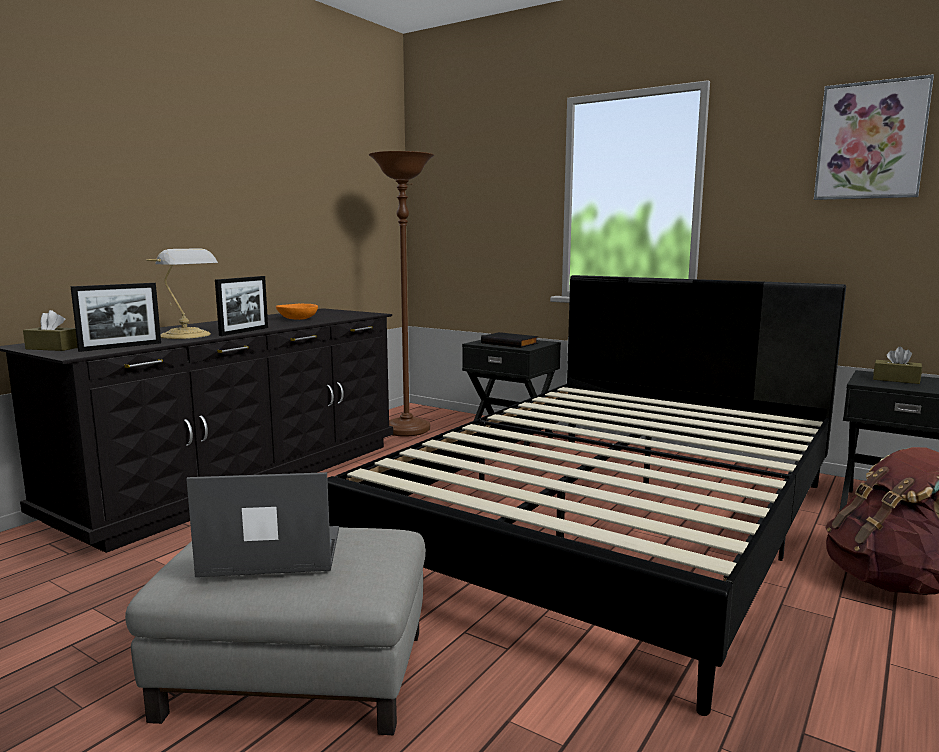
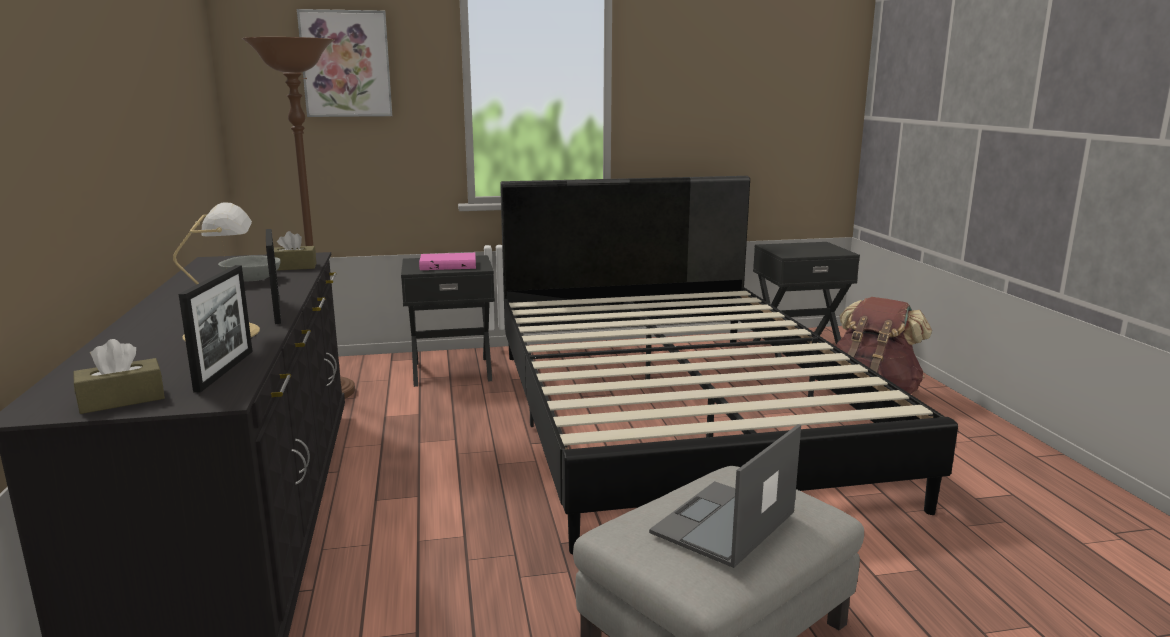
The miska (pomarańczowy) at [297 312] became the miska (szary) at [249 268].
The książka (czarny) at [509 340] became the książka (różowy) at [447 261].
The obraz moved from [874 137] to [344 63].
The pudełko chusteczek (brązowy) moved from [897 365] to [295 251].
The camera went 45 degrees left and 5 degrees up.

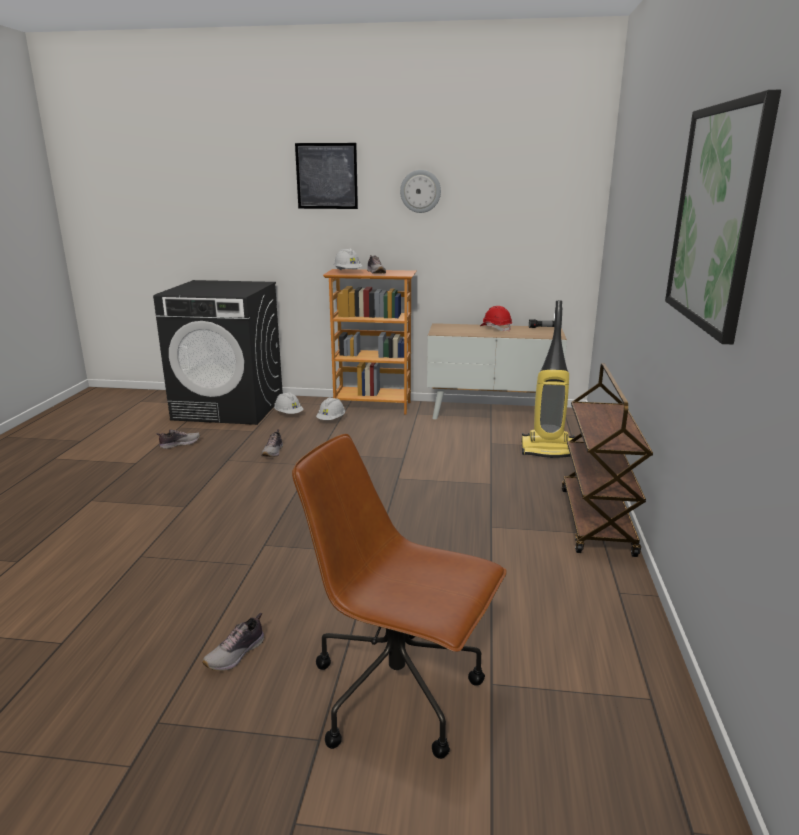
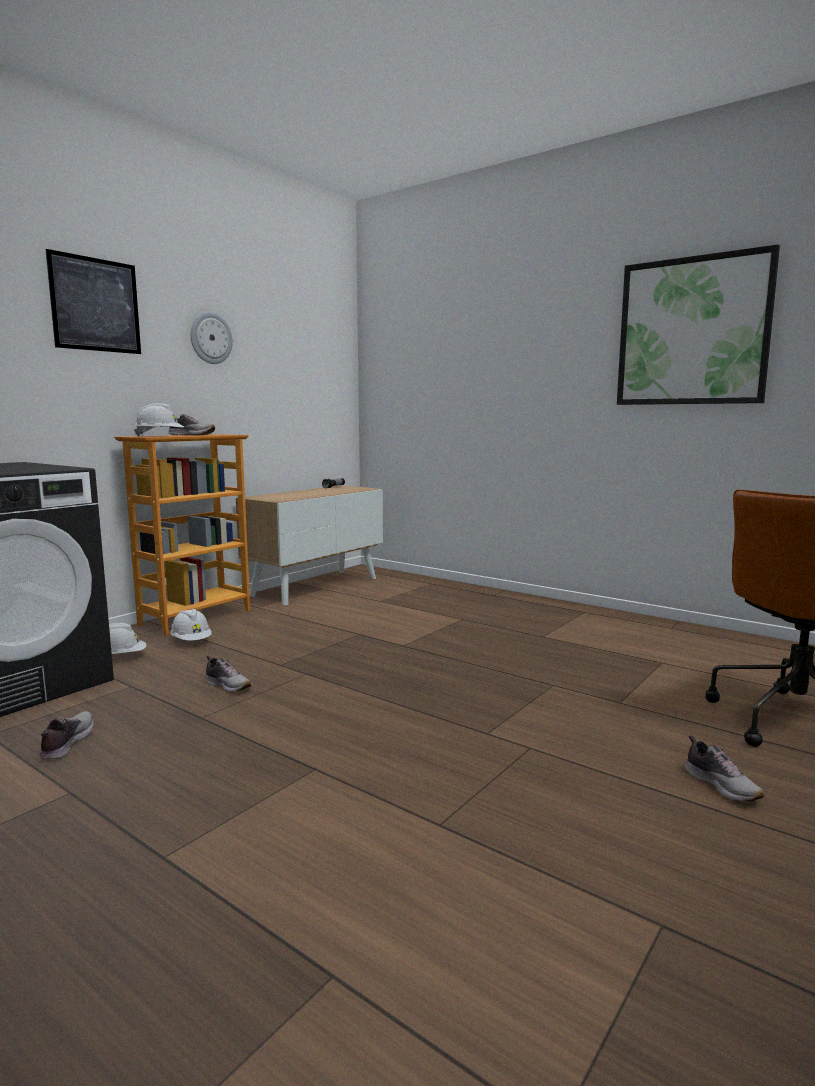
The kask (czerwony) at [496 319] disappeared.
The odkurzacz at [548 379] disappeared.
The wózek (brązowy) at [607 460] disappeared.
The camera went 60 degrees left and 10 degrees down.

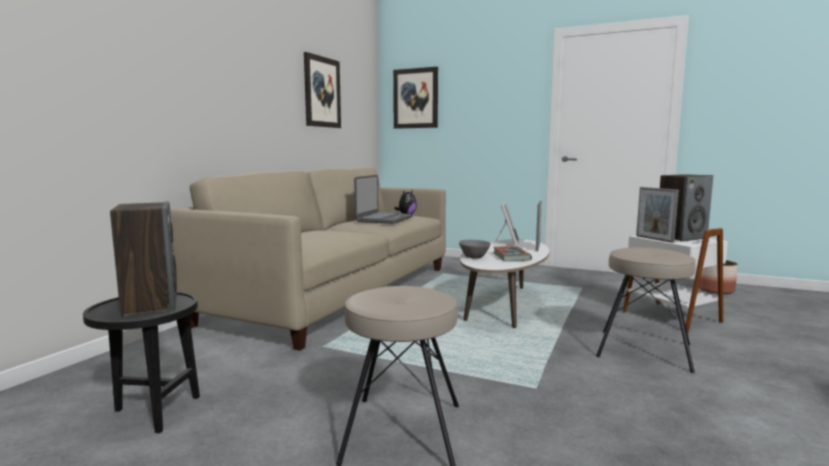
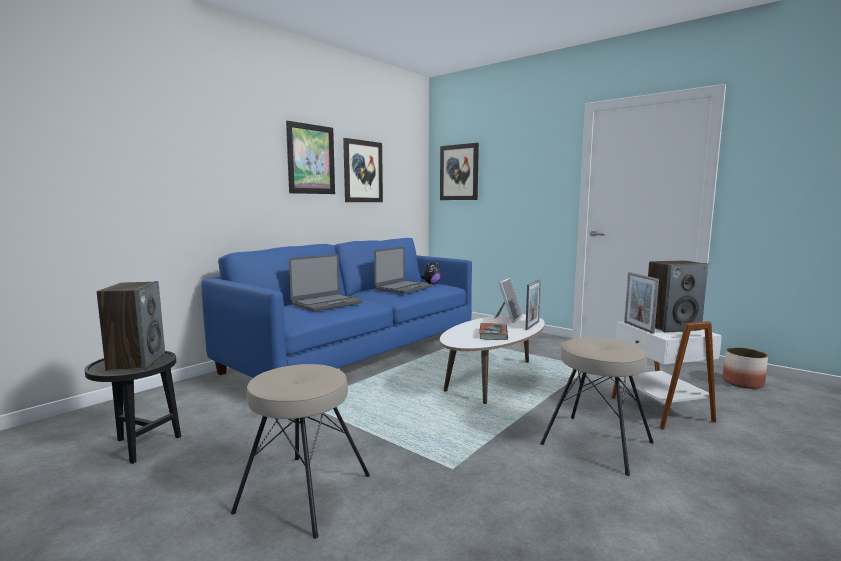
The kanapa (beżowy) at [308 259] became the kanapa (niebieski) at [337 308].
The miska (szary) at [475 249] disappeared.
The obraz at [310 157] appeared.
The laptop at [325 282] appeared.
The camera went 15 degrees right and 0 degrees up.

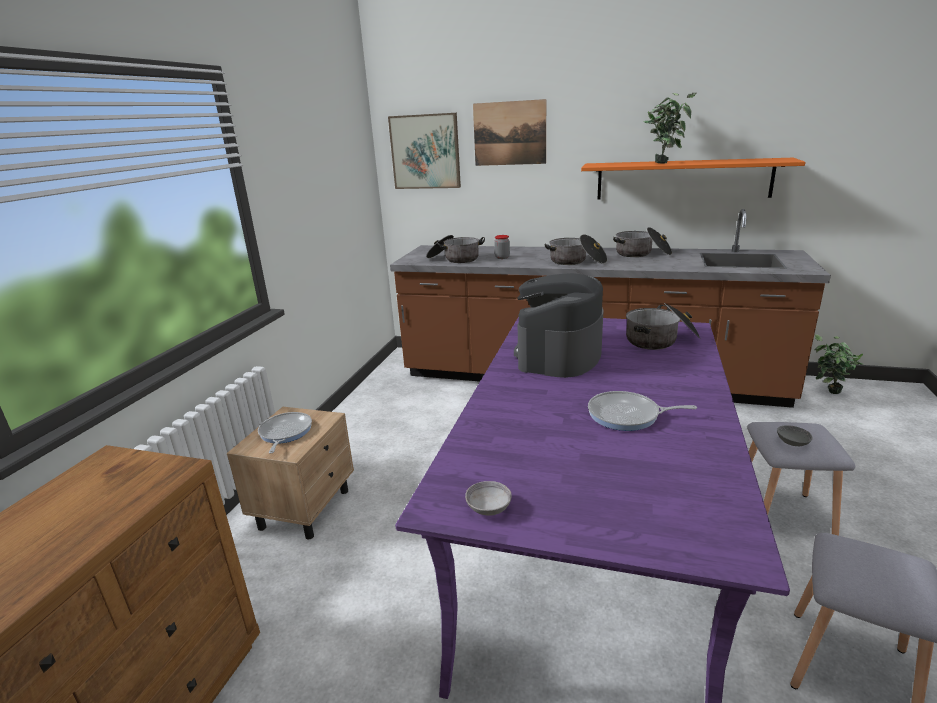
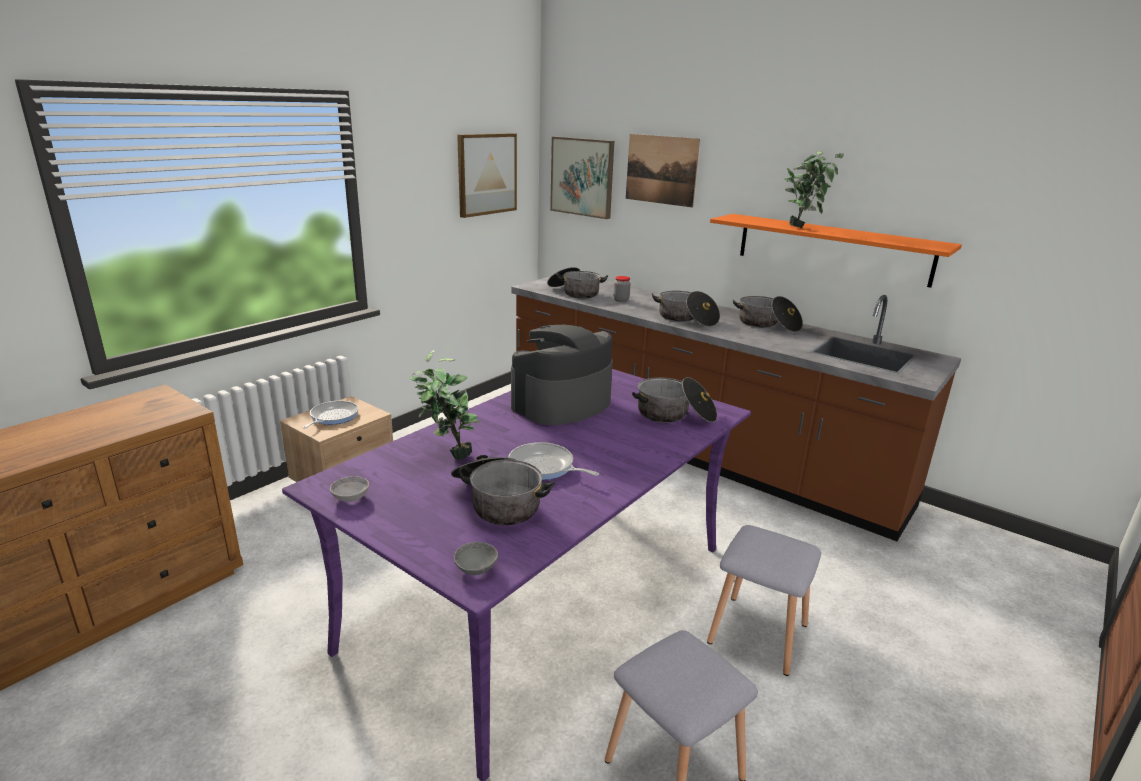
The miska (szary) moved from [795 435] to [476 558].
The roślina doniczkowa moved from [839 364] to [444 405].
The garnek at [503 490] appeared.
The obraz at [487 175] appeared.
The camera went 20 degrees right and 0 degrees up.

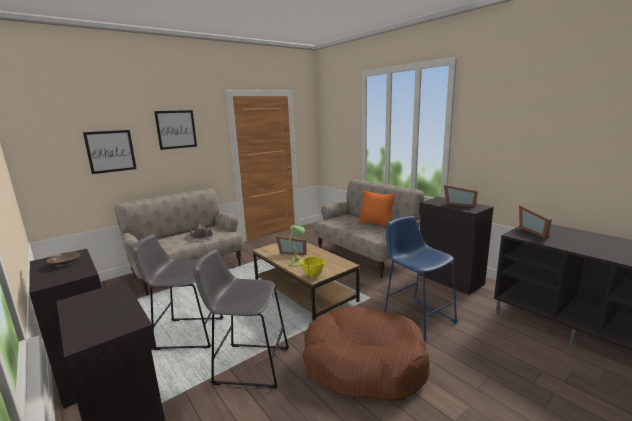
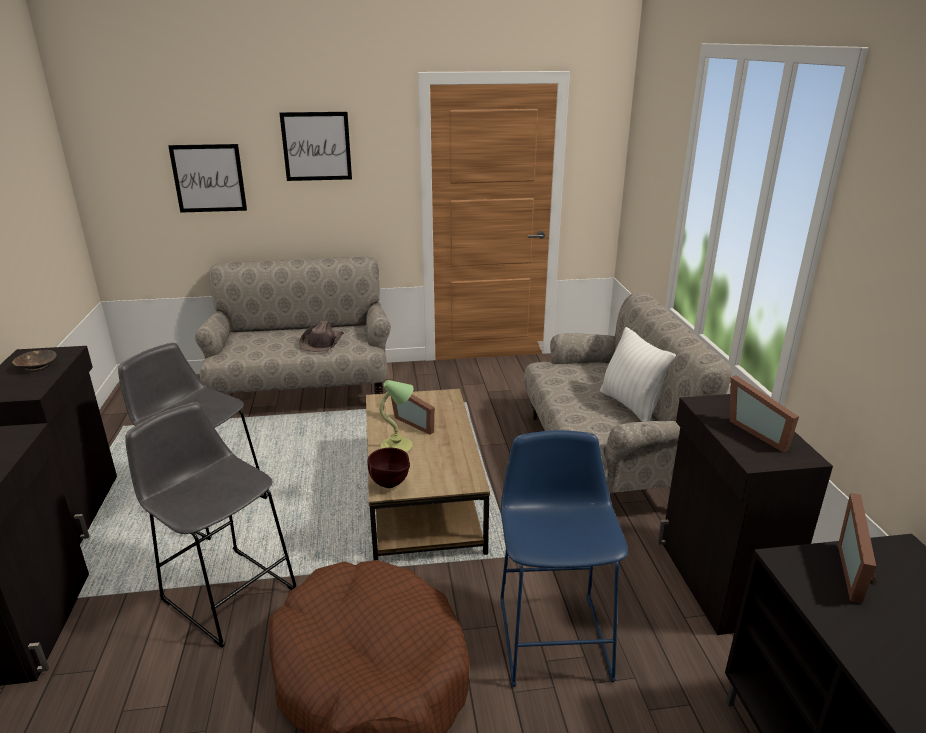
The miska (żółty) at [314 267] became the miska (brązowy) at [388 468].
The poduszka (pomarańczowy) at [376 209] became the poduszka (biały) at [638 374].
The camera went 30 degrees right and 10 degrees up.

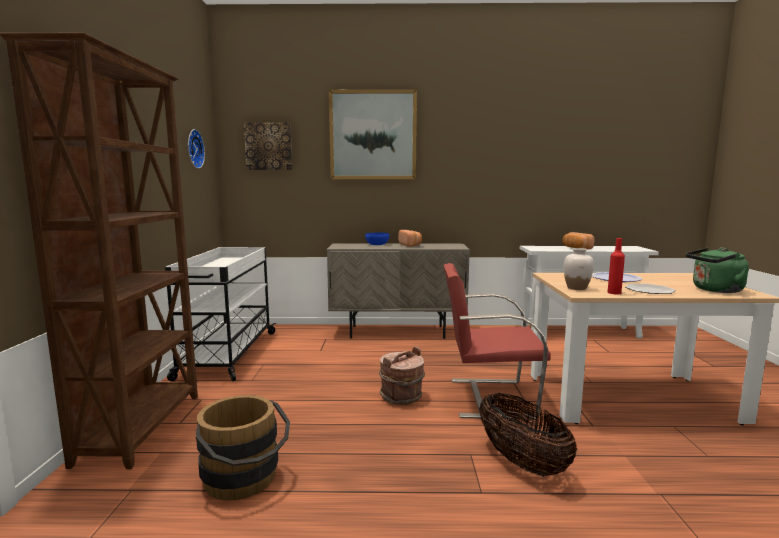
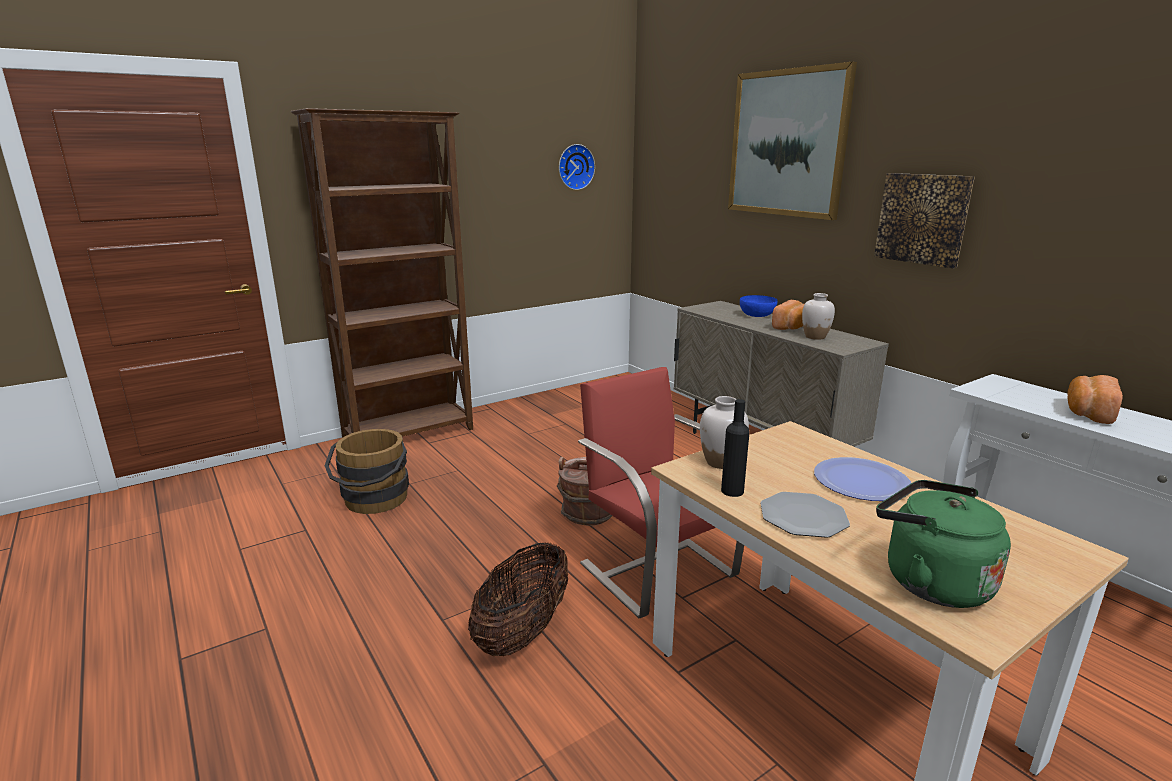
The wózek (biały) at [220 314] disappeared.
The obraz moved from [268 146] to [924 220].
The butelka (czerwony) at [616 266] became the butelka (czarny) at [735 448].
The wazon (biały) at [818 316] appeared.
The camera went 55 degrees right and 10 degrees up.

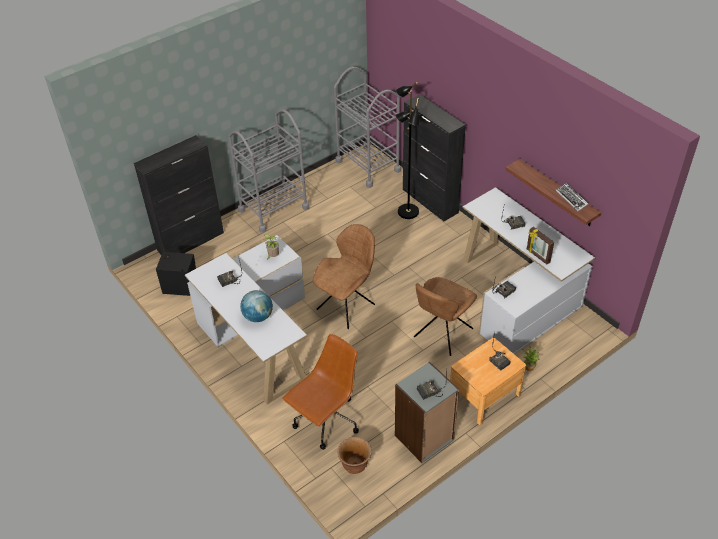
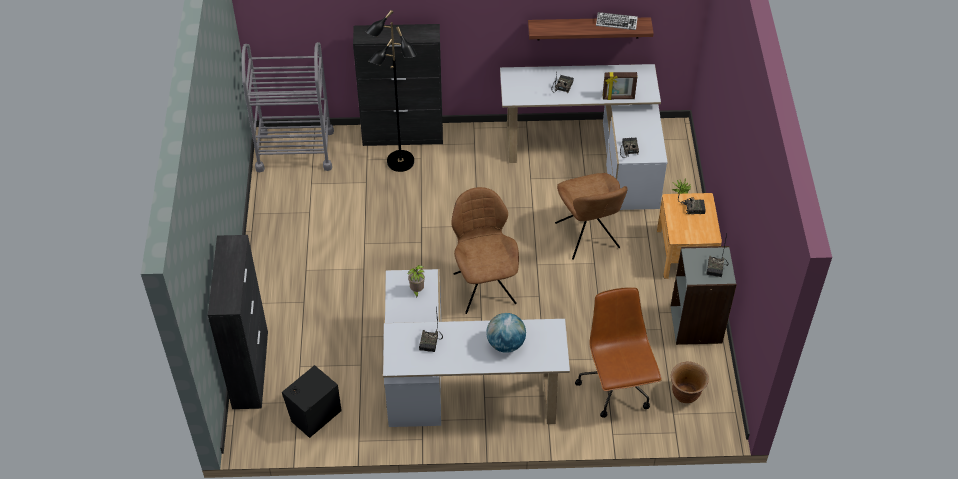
The wózek (szary) at [269 171] disappeared.
The camera went 55 degrees left and 5 degrees up.

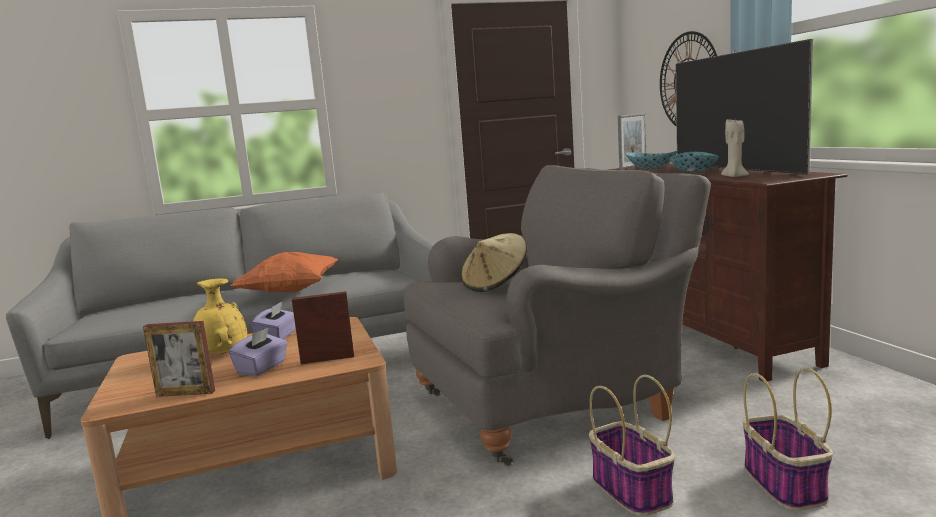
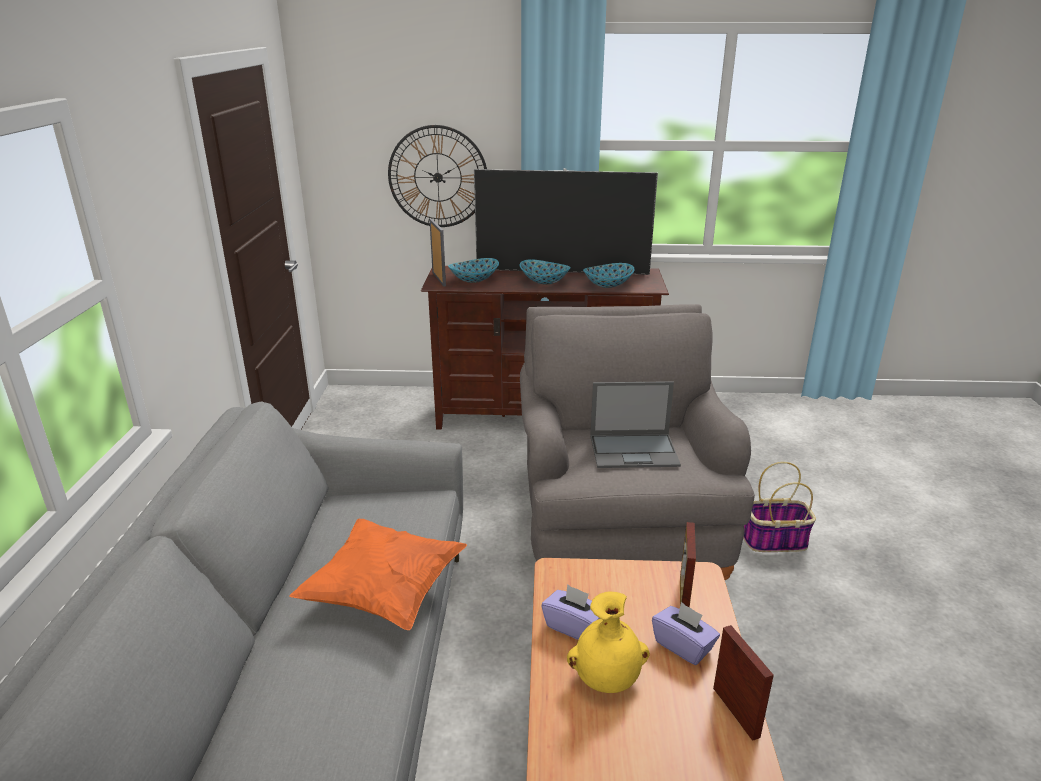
The ramka na zdjęcie at [179 359] turned 45 degrees counterclockwise.
The kapelusz (beżowy) at [494 262] was replaced by the laptop at [635 424].
The świeca (beżowy) at [735 148] was replaced by the miska at [609 275].
The koszyk at [788 439] disappeared.
The camera went 70 degrees left and 15 degrees up.

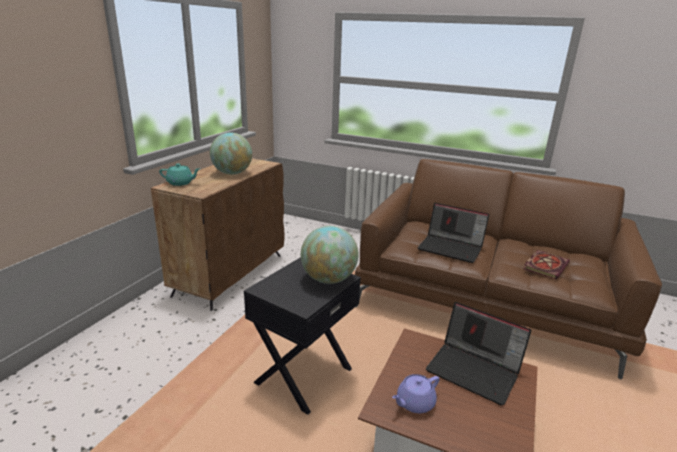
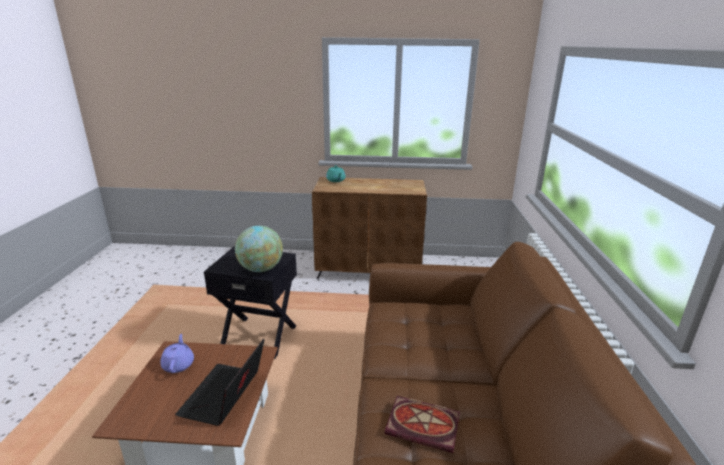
The globus at [231 153] disappeared.
The imbryk (fioletowy) at [416 393] turned 45 degrees clockwise.
The laptop at [453 233] disappeared.
The camera went 70 degrees right and 0 degrees up.

